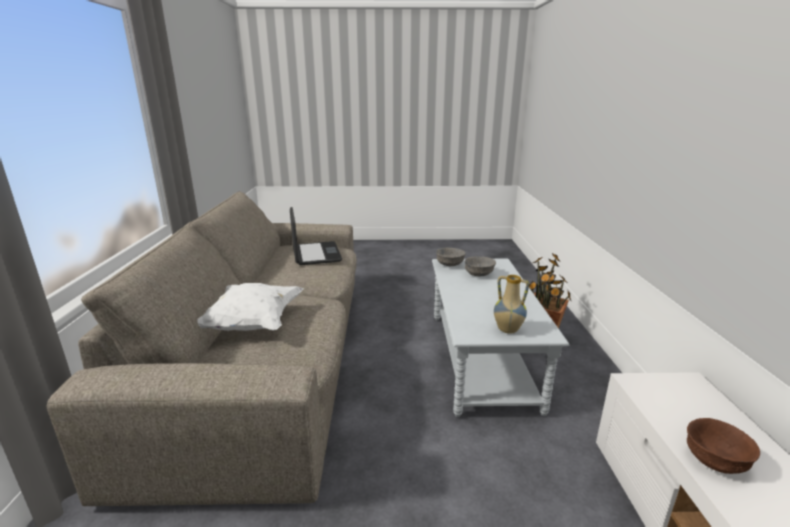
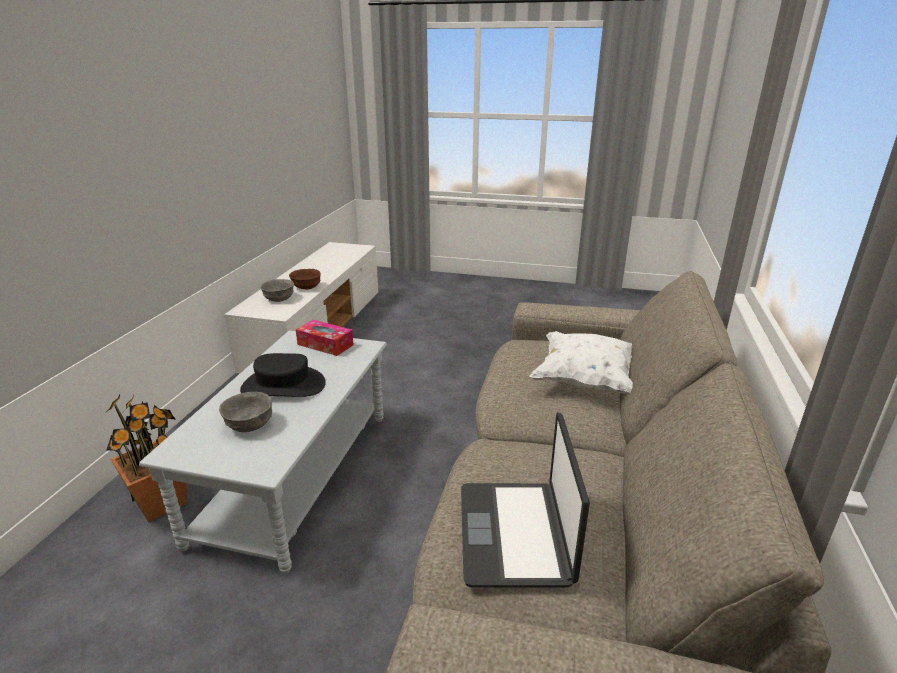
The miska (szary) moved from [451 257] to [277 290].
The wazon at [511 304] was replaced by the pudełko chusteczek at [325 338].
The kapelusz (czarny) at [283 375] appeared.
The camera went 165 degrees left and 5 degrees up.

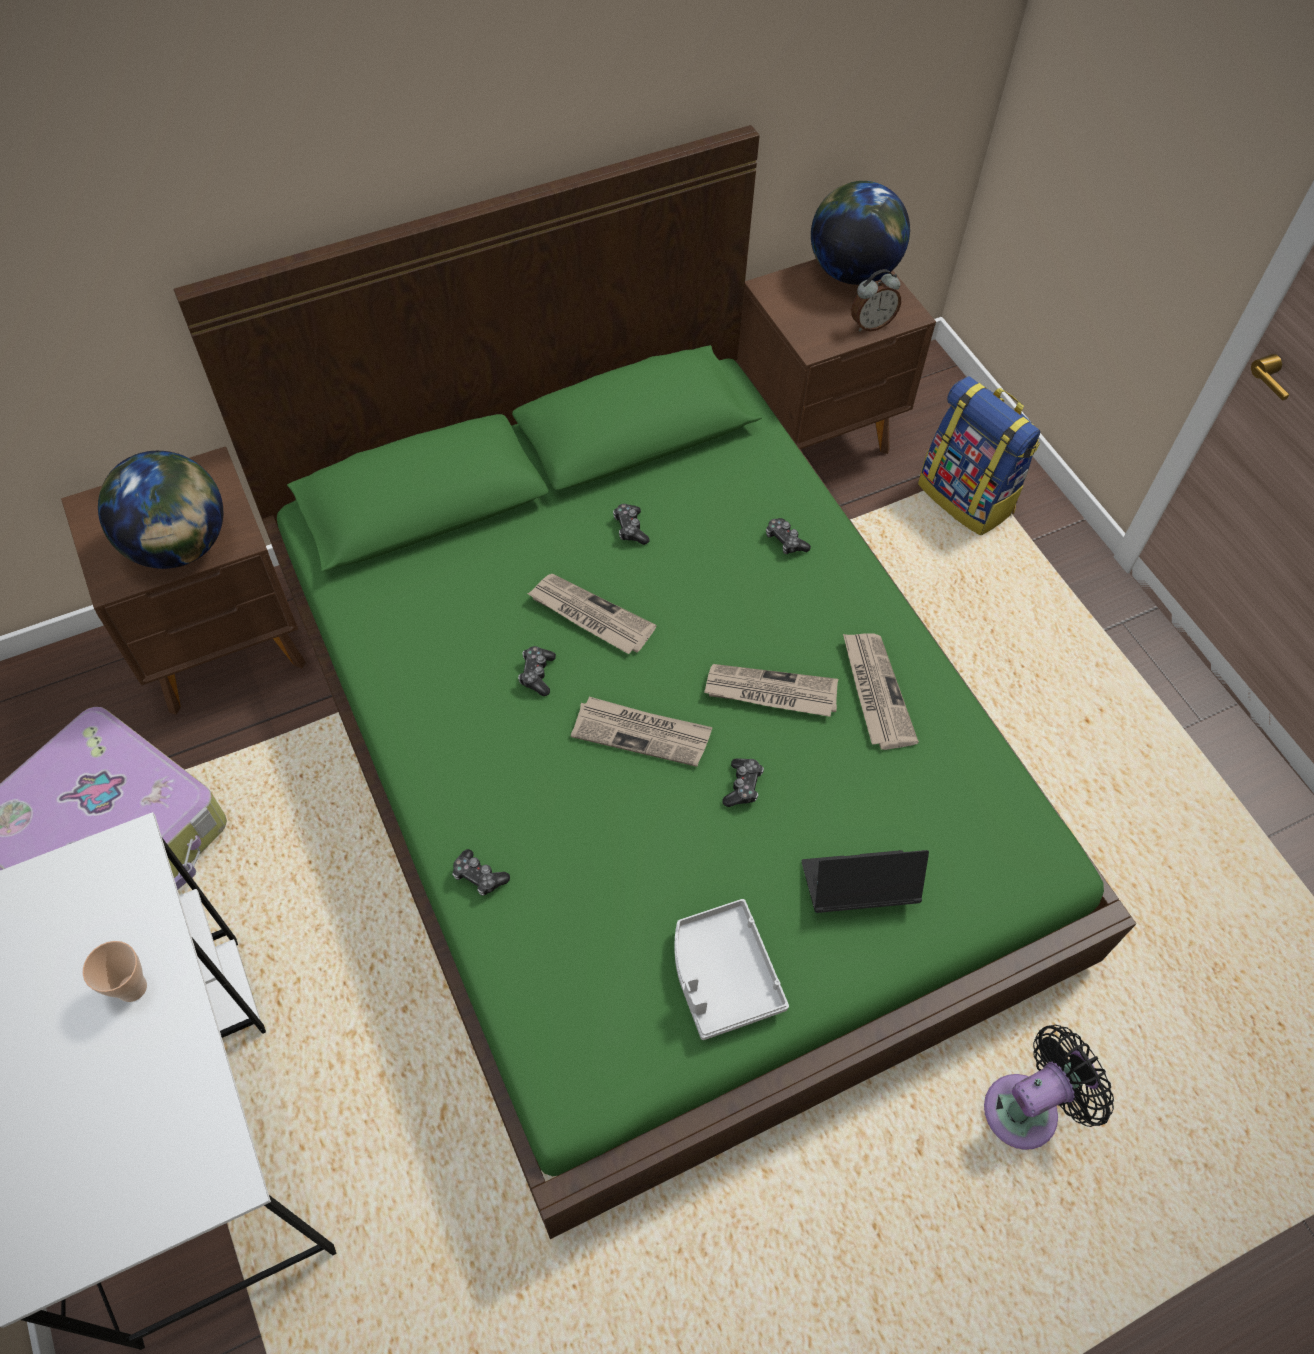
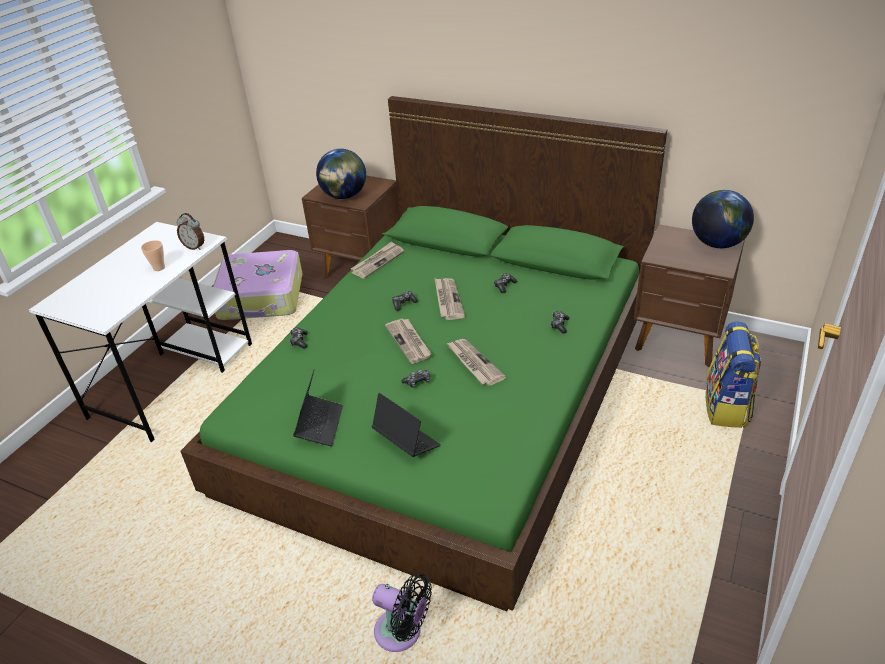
The taca (szary) at [731 969] was replaced by the laptop at [318 408].
The gazeta moved from [881 691] to [377 260].
The budzik moved from [876 300] to [190 231].
The camera went 55 degrees right and 20 degrees down.

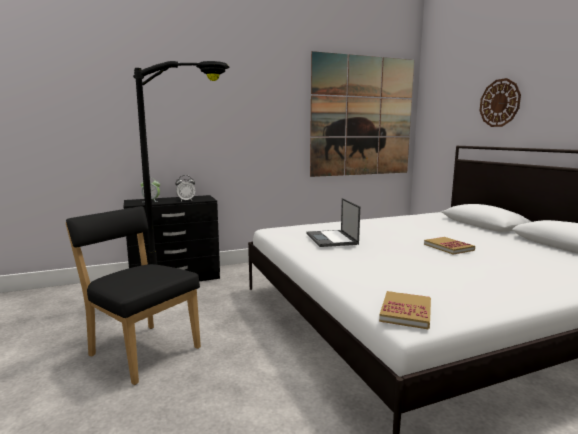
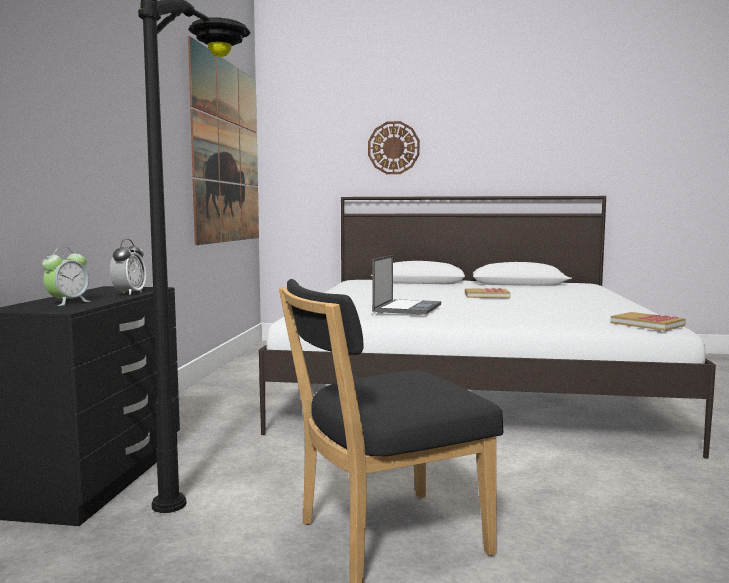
The laptop at [333 222] turned 90 degrees counterclockwise.
The camera went 60 degrees left and 5 degrees down.

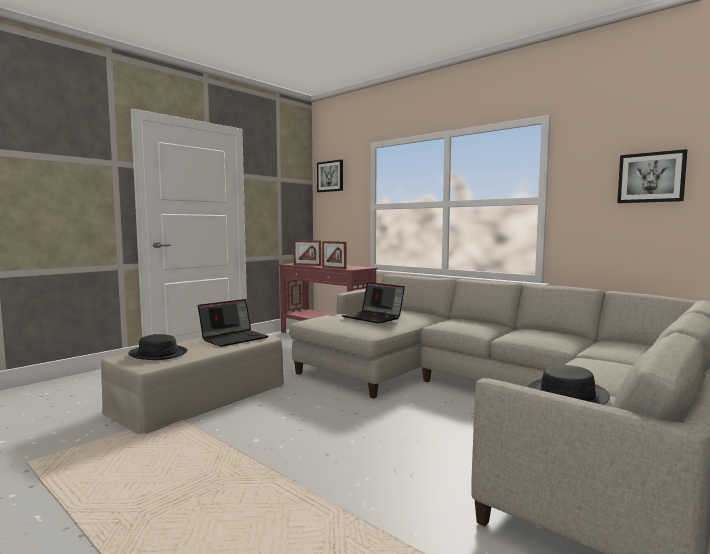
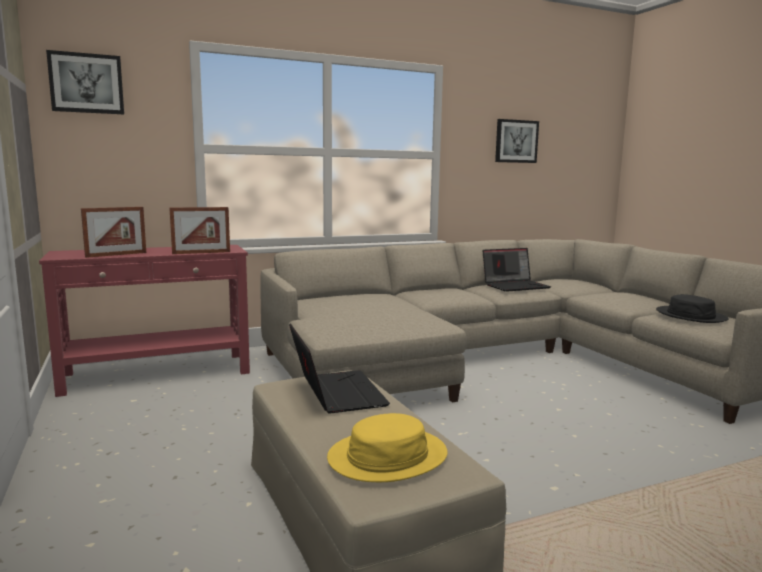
The kapelusz (czarny) at [157 347] became the kapelusz (żółty) at [387 447].
The laptop moved from [373 303] to [517 270].
The camera went 65 degrees left and 5 degrees up.

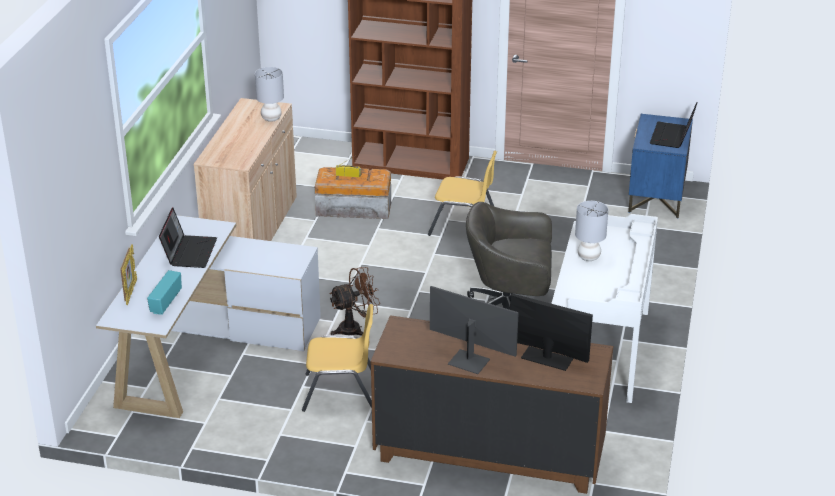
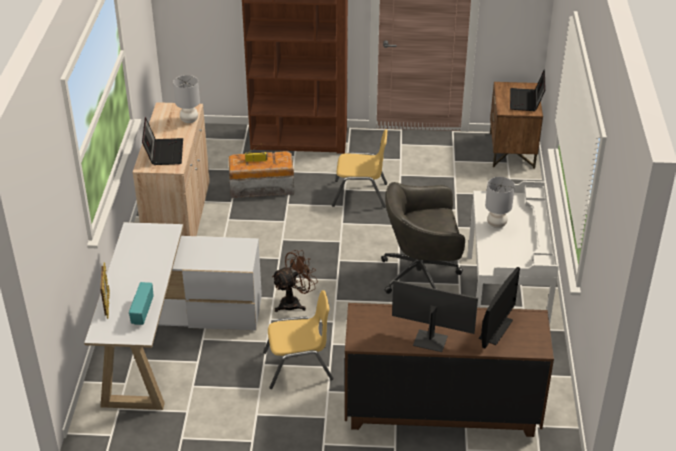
The laptop moved from [188 237] to [162 141].
The monitor at [551 332] turned 105 degrees clockwise.
The szafka nocna (niebieski) at [660 166] became the szafka nocna (brązowy) at [516 125].
The camera went 10 degrees left and 5 degrees up.

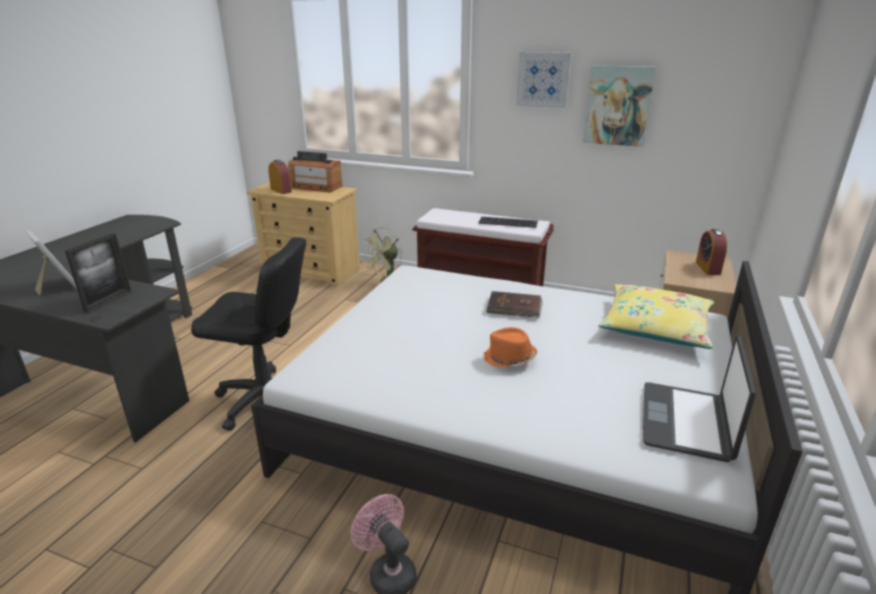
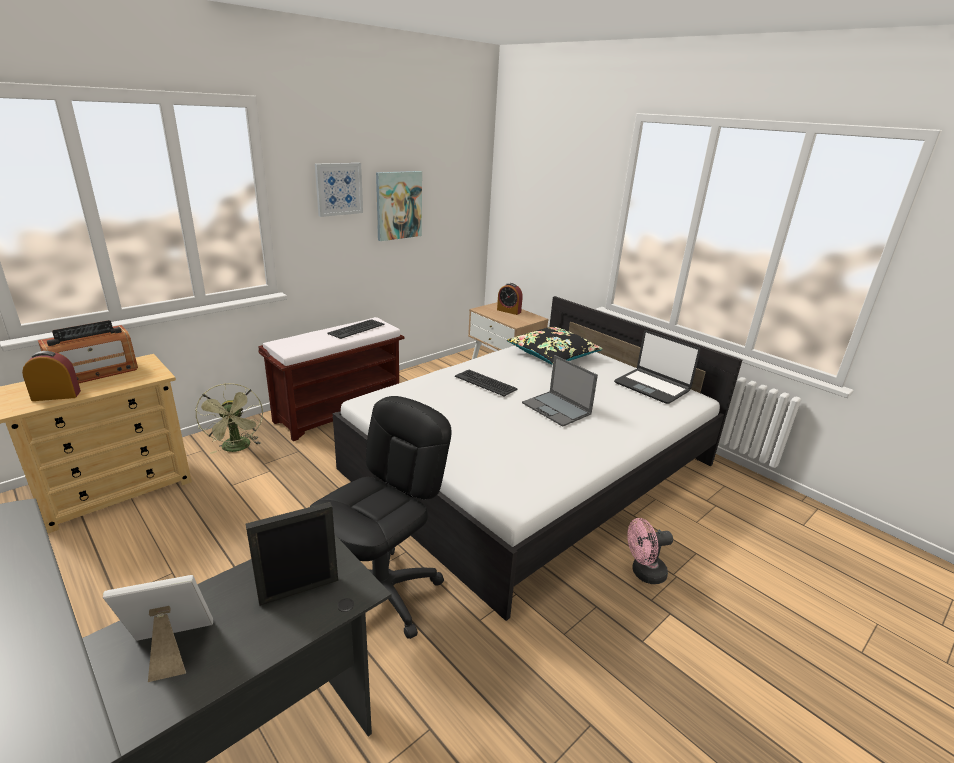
The ramka na zdjęcie at [98 273] turned 75 degrees counterclockwise.
The kapelusz (pomarańczowy) at [511 347] was replaced by the laptop at [560 391].
The książka (brązowy) at [514 304] was replaced by the klawiatura at [486 383].
The poduszka (żółty) at [656 316] became the poduszka (czarny) at [555 346].
The camera went 65 degrees left and 0 degrees up.

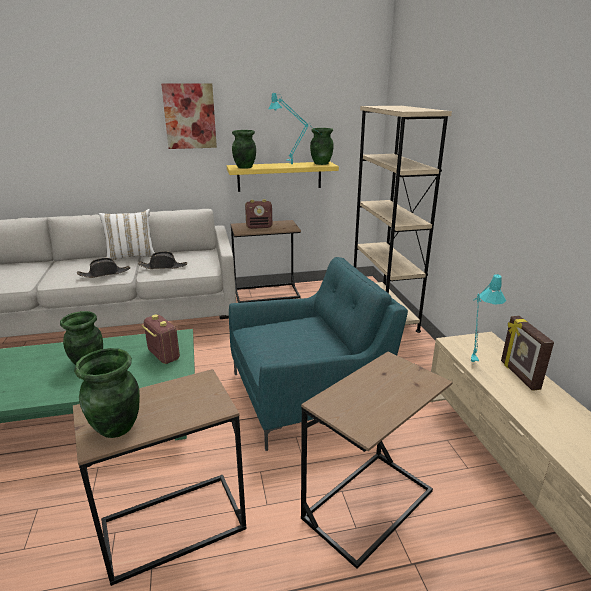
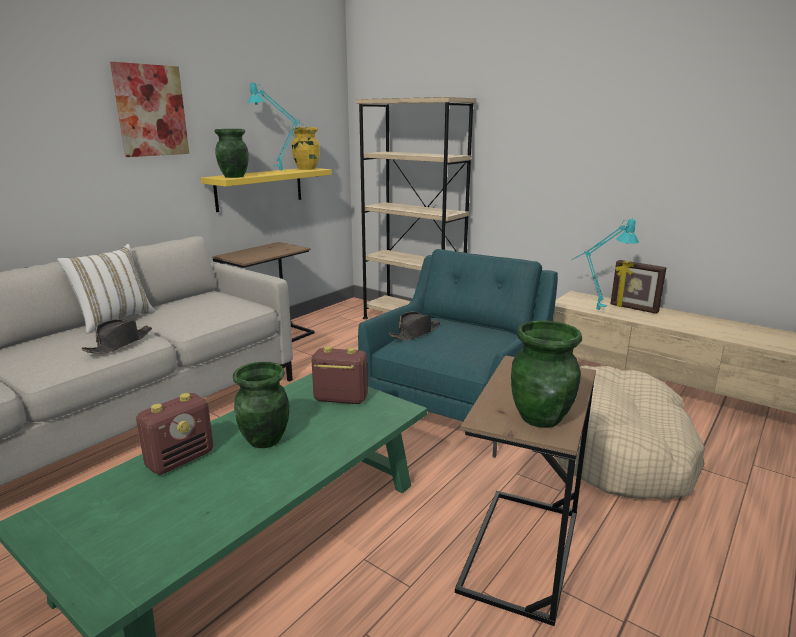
The kapelusz (czarny) moved from [162 260] to [414 326].
The radio moved from [258 214] to [174 434].
The stolik (brązowy) at [377 460] was replaced by the legowisko (beżowy) at [630 432].
The wazon (zielony) at [322 146] became the wazon (żółty) at [306 148].
The camera went 40 degrees left and 5 degrees down.

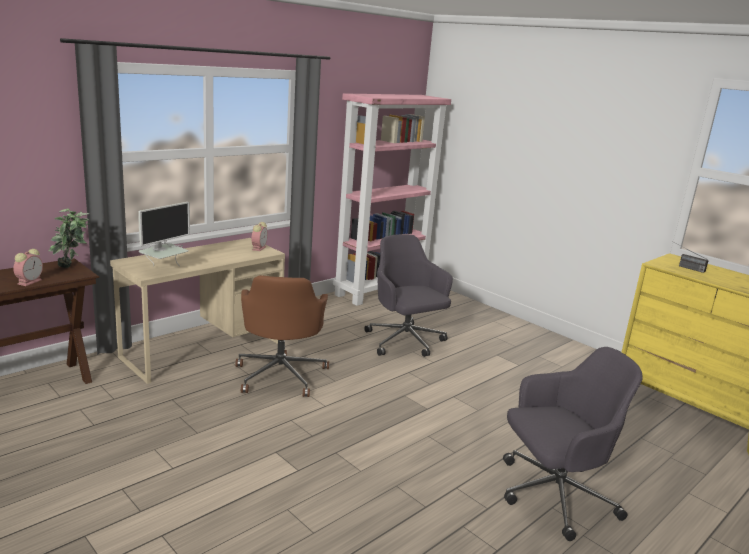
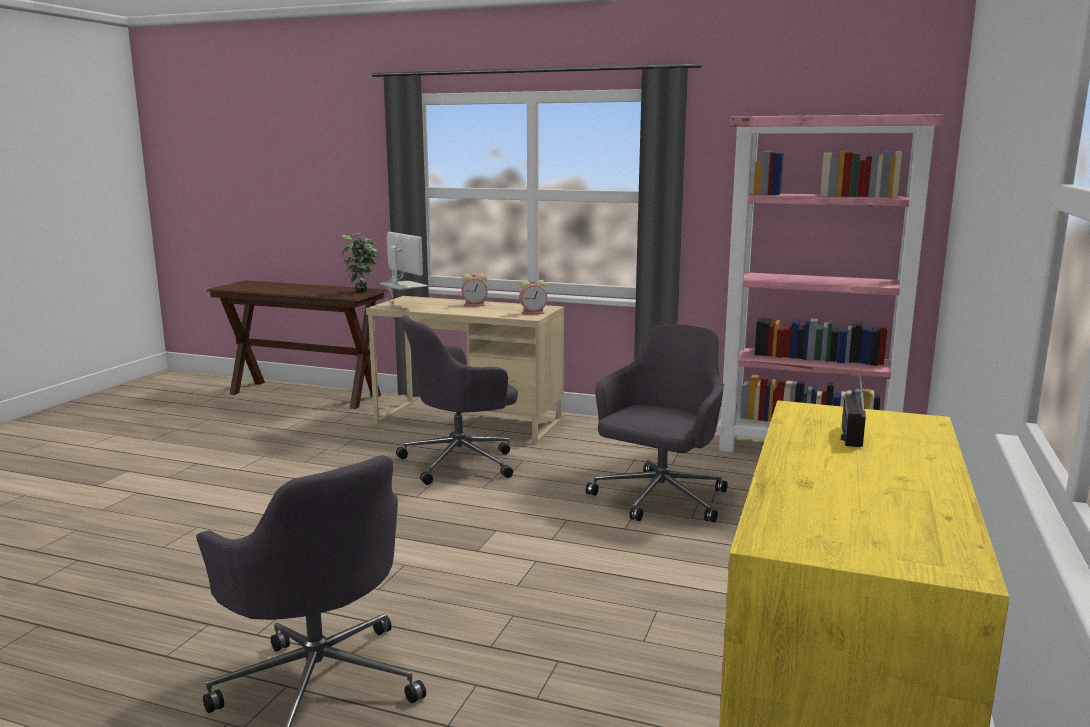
The budzik moved from [28 267] to [474 289].
The monitor at [164 234] turned 135 degrees counterclockwise.
The krzesło biurowe (brązowy) at [282 336] became the krzesło biurowe (szary) at [457 400].
The camera went 65 degrees right and 5 degrees down.

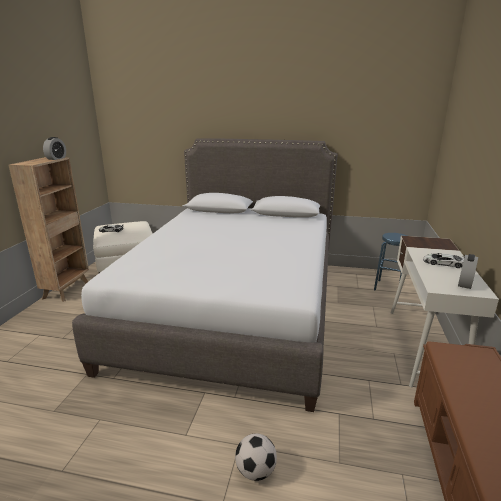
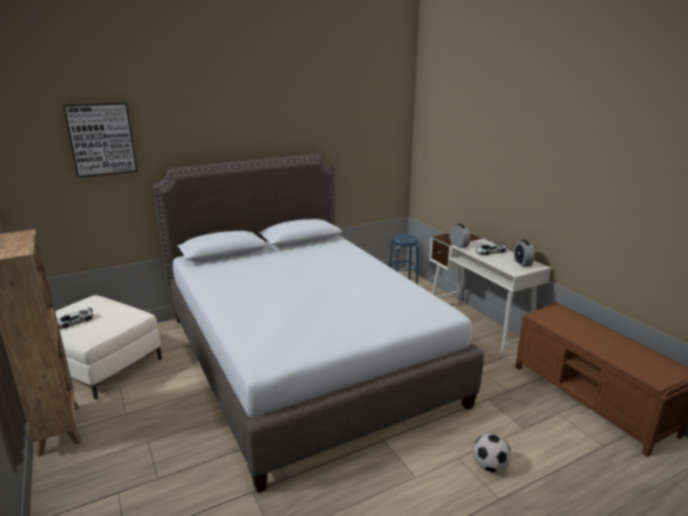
The budzik moved from [54 148] to [460 236].
The obraz at [100 140] appeared.
The camera went 40 degrees left and 0 degrees up.

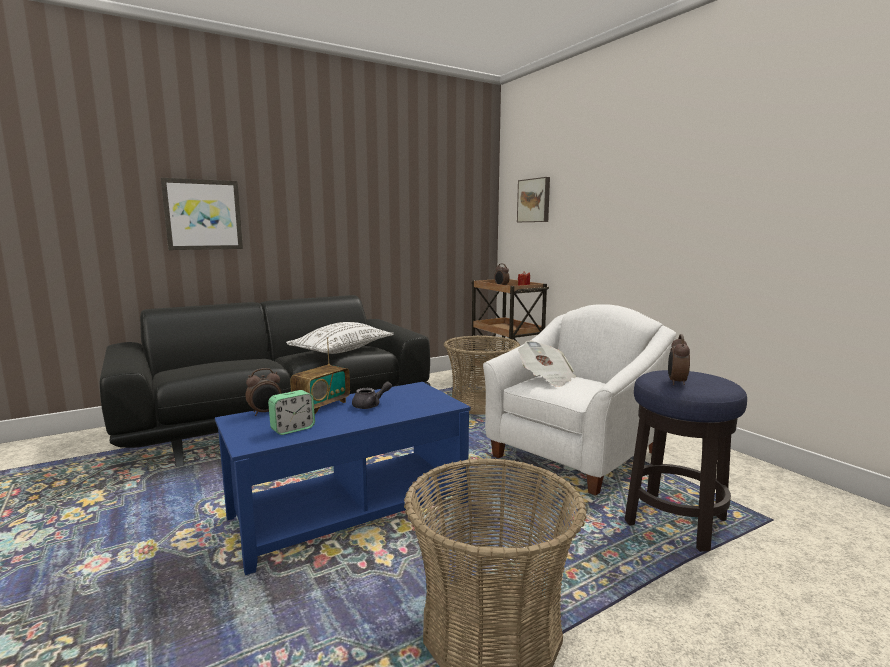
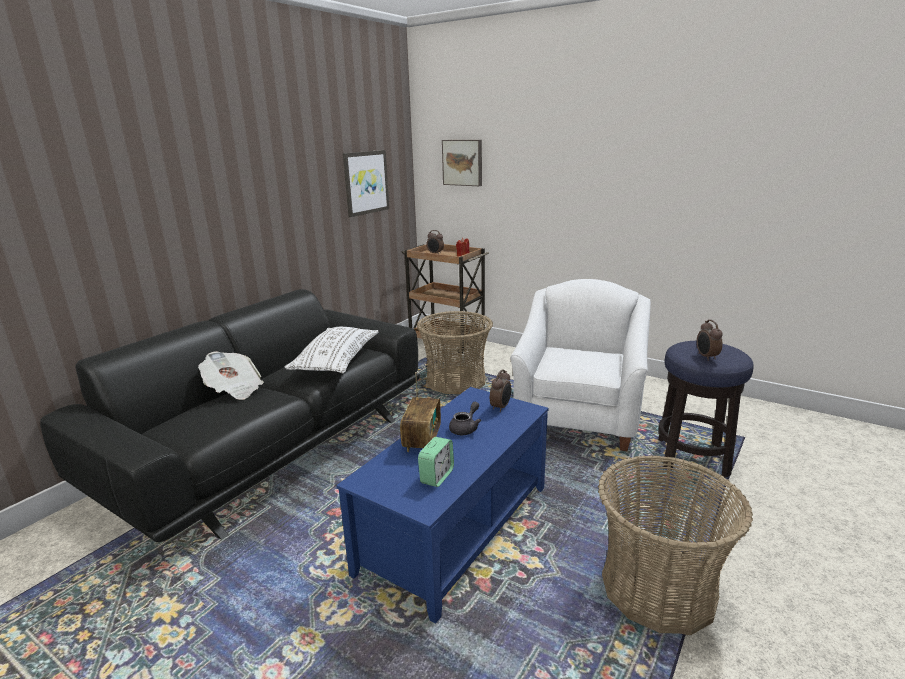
The obraz moved from [202 214] to [366 183].
The budzik moved from [263 392] to [500 390].
The gazeta moved from [547 364] to [231 375].
The camera went 25 degrees left and 10 degrees up.

